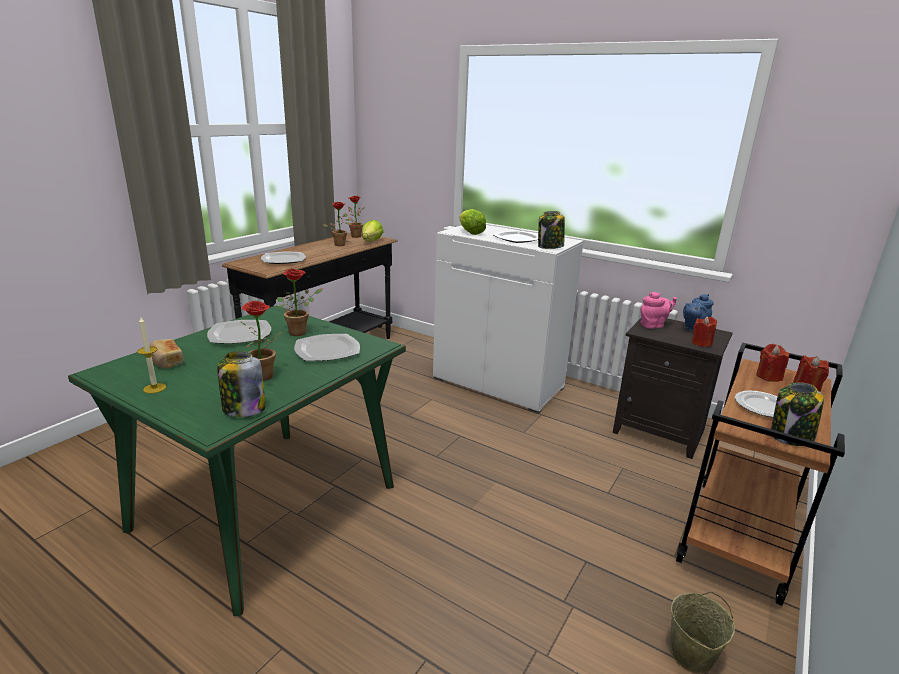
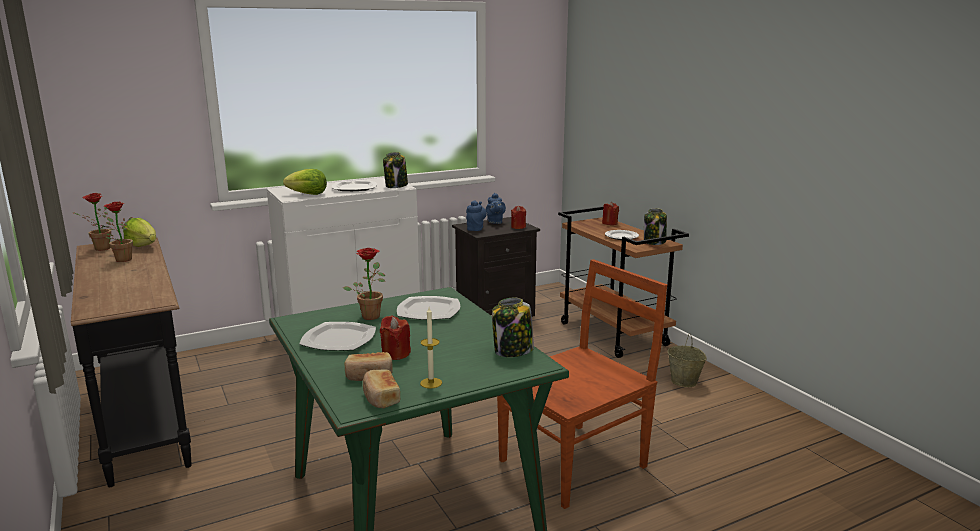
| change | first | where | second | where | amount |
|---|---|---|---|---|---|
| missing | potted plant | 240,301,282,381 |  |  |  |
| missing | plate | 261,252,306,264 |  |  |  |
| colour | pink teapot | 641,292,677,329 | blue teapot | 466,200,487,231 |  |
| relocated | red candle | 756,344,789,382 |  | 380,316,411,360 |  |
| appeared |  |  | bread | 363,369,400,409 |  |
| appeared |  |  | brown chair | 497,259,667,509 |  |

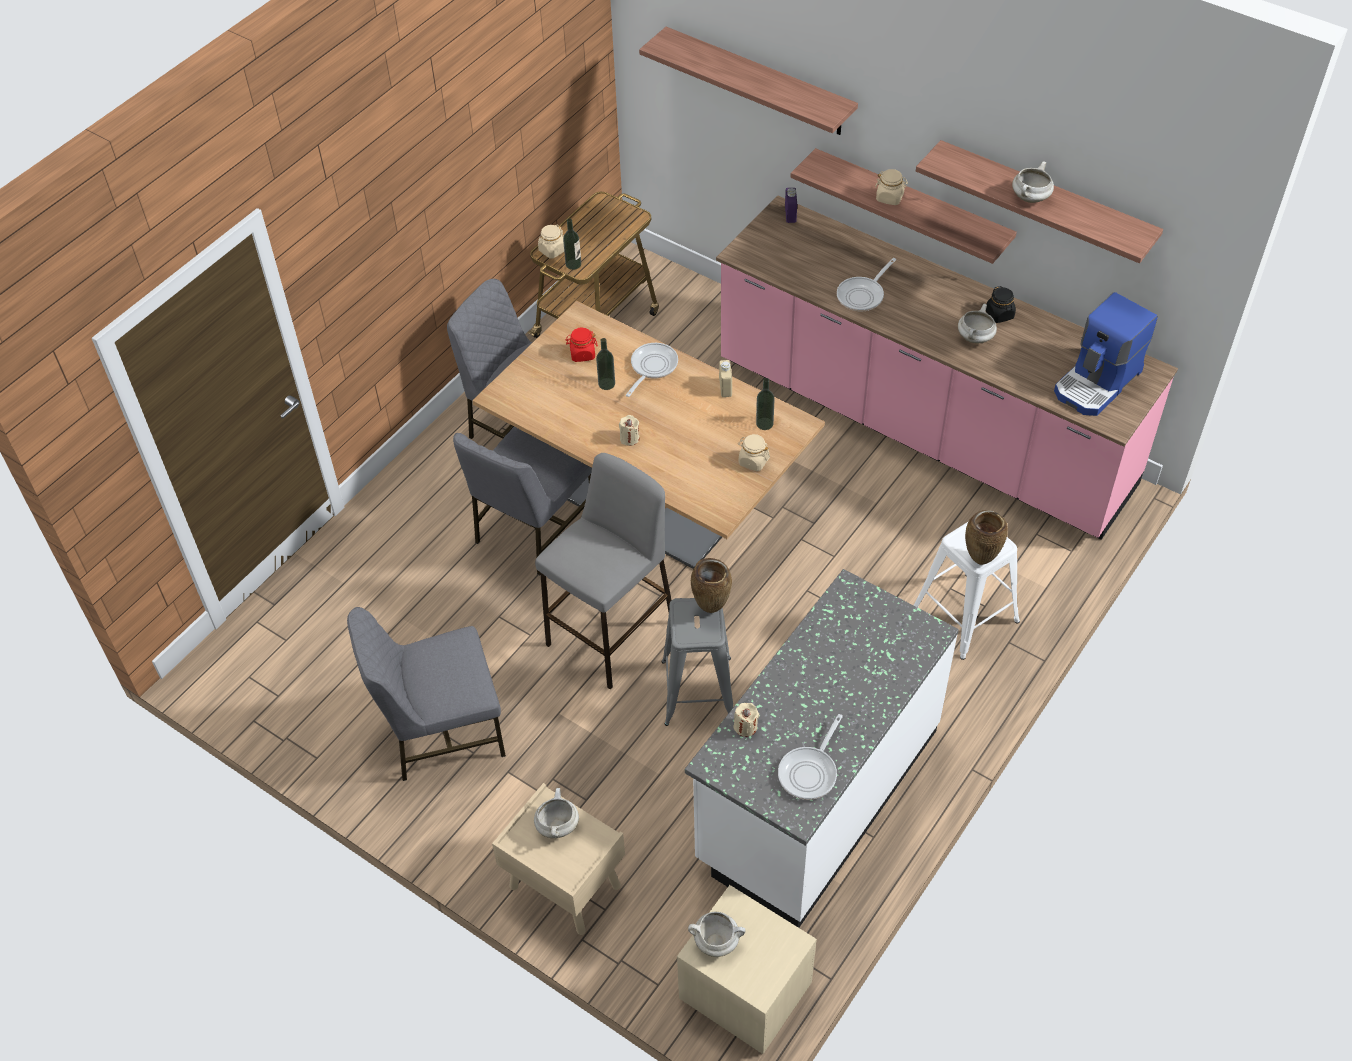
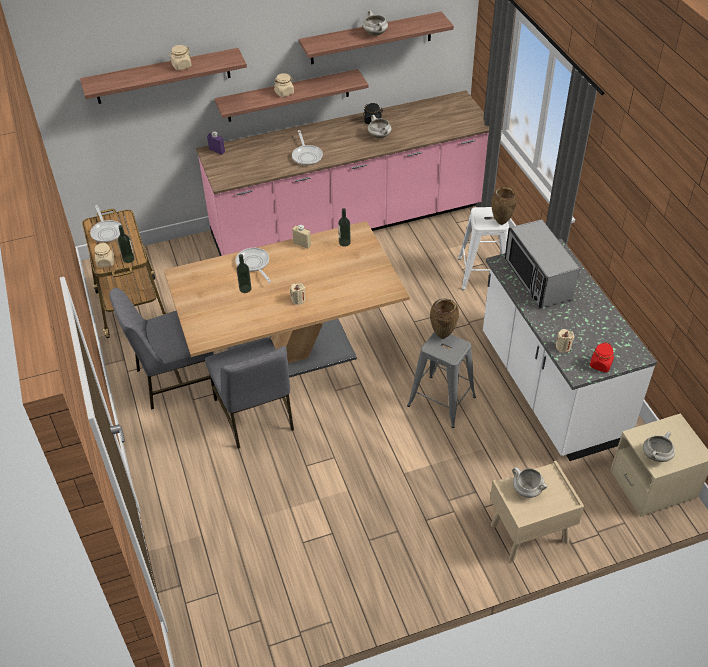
| change | first | where | second | where | amount |
|---|---|---|---|---|---|
| missing | grey chair | 347,607,506,781 |  |  |  |
| missing | grey stool | 535,453,671,689 |  |  |  |
| relocated | red jar | 565,328,598,362 |  | 590,342,614,372 |  |
| relocated | beige jar | 738,434,770,471 |  | 168,45,192,70 |  |
| relocated | frying pan | 778,714,843,800 |  | 90,205,121,243 |  |
| missing | coffee machine | 1054,292,1158,416 |  |  |  |
| appeared |  |  | microwave | 505,219,580,308 |  |

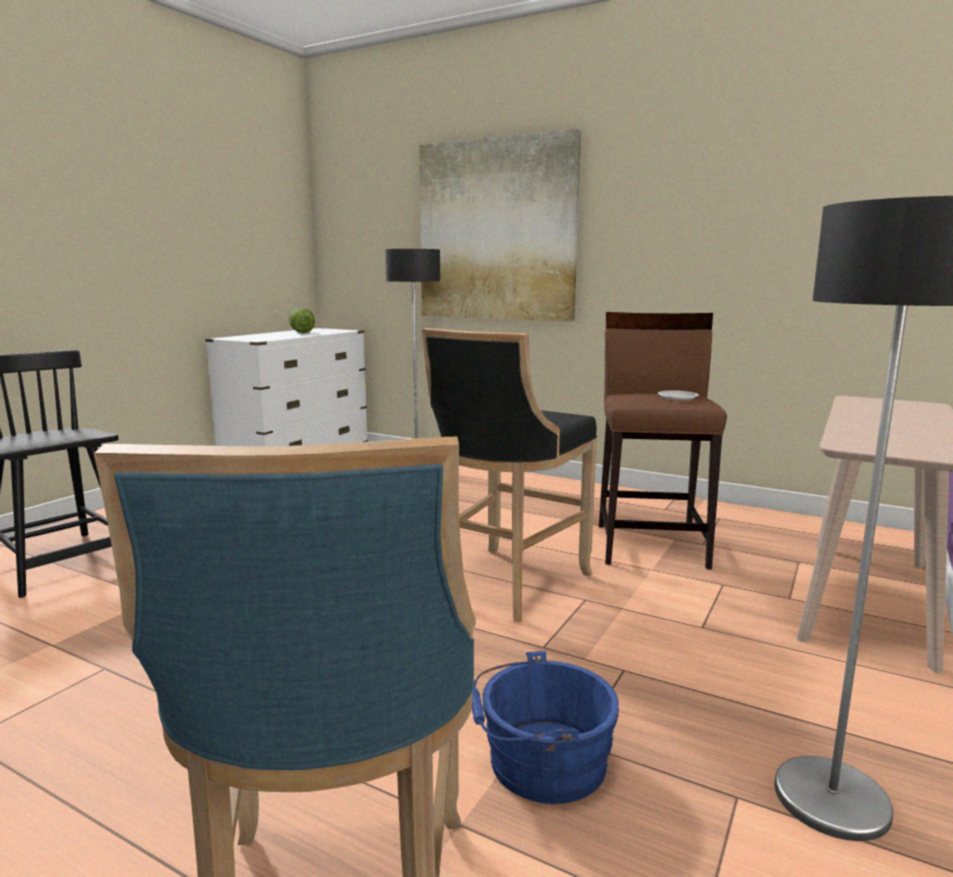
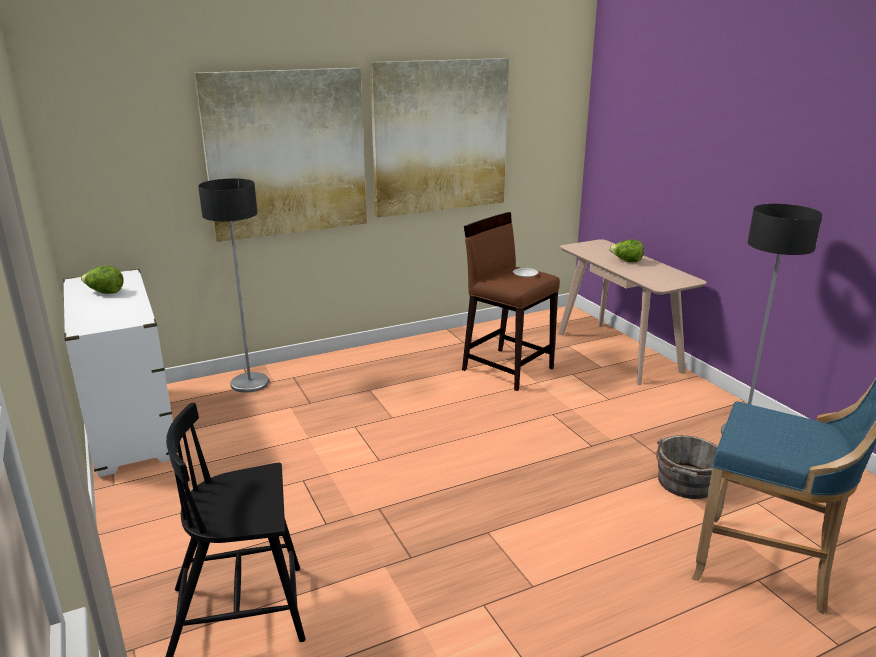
| change | first | where | second | where | amount |
|---|---|---|---|---|---|
| missing | black stool | 422,328,597,622 |  |  |  |
| colour | blue bucket | 472,651,619,804 | grey bucket | 656,435,718,499 |  |
| appeared |  |  | picture | 370,58,509,218 |  |
| appeared |  |  | lettuce | 609,240,644,262 |  |

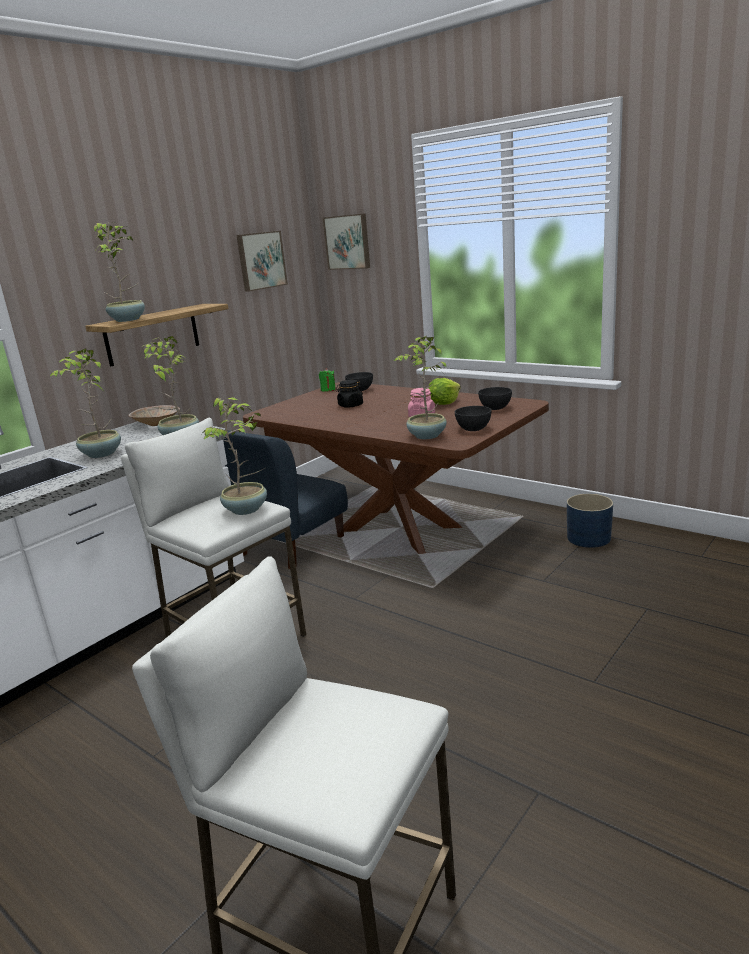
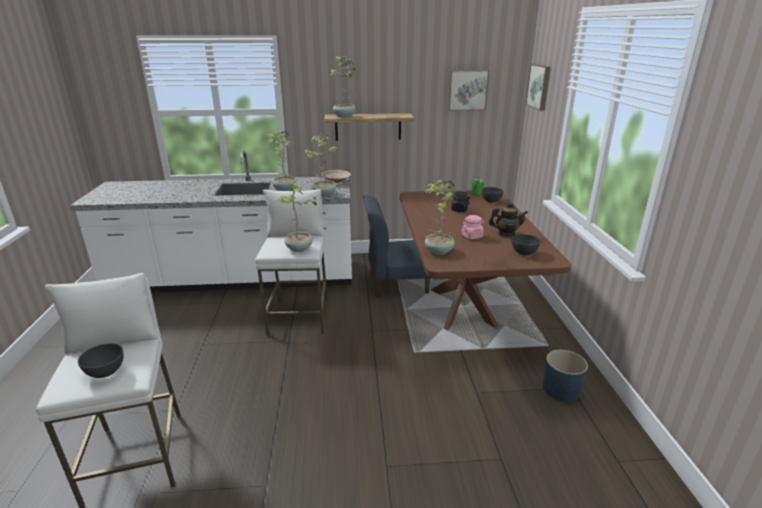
| change | first | where | second | where | amount |
|---|---|---|---|---|---|
| exchanged | lettuce | 428,378,461,405 | teapot | 489,202,528,236 |  |
| relocated | grey bowl | 455,406,491,431 |  | 78,343,124,378 |  |

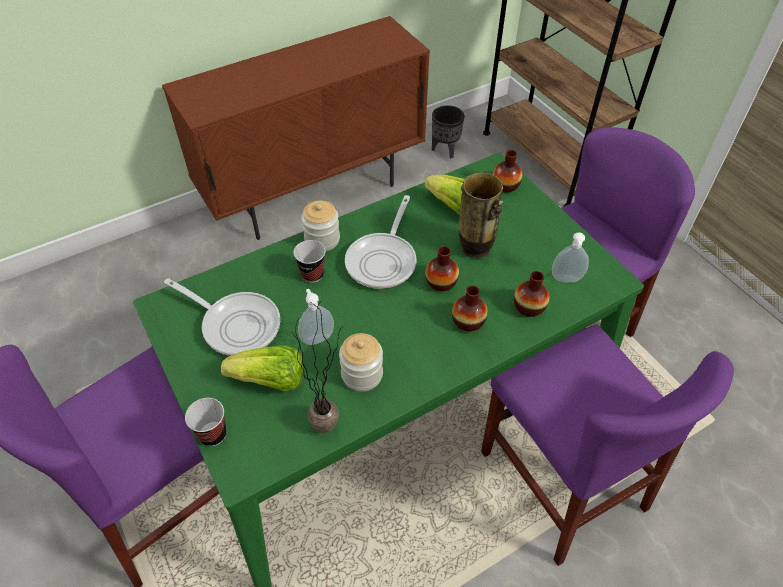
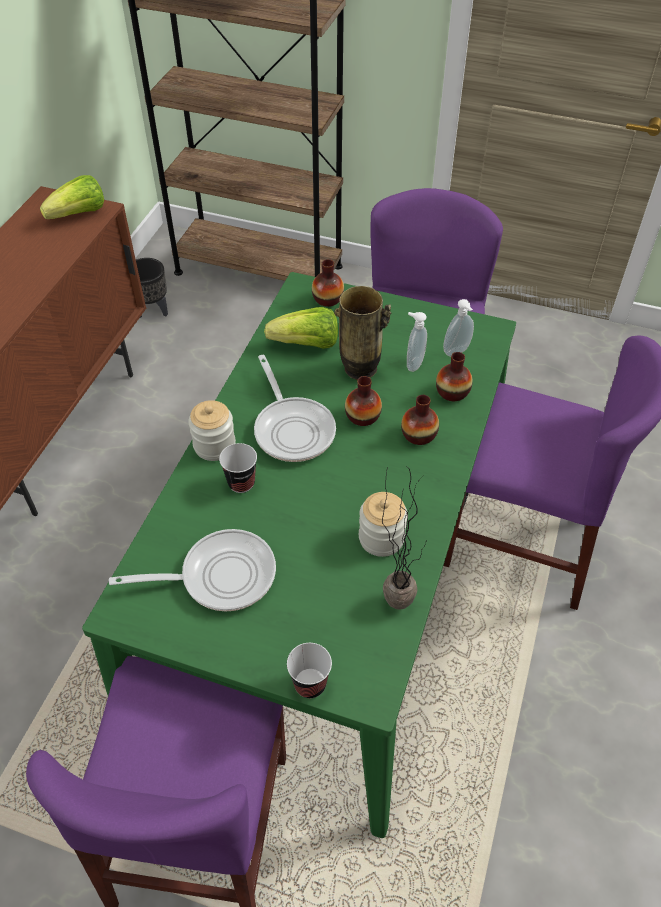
| change | first | where | second | where | amount |
|---|---|---|---|---|---|
| relocated | lettuce | 221,345,303,391 |  | 40,175,104,219 |  |
| relocated | soap dispenser | 298,289,334,345 |  | 407,312,427,372 |  |

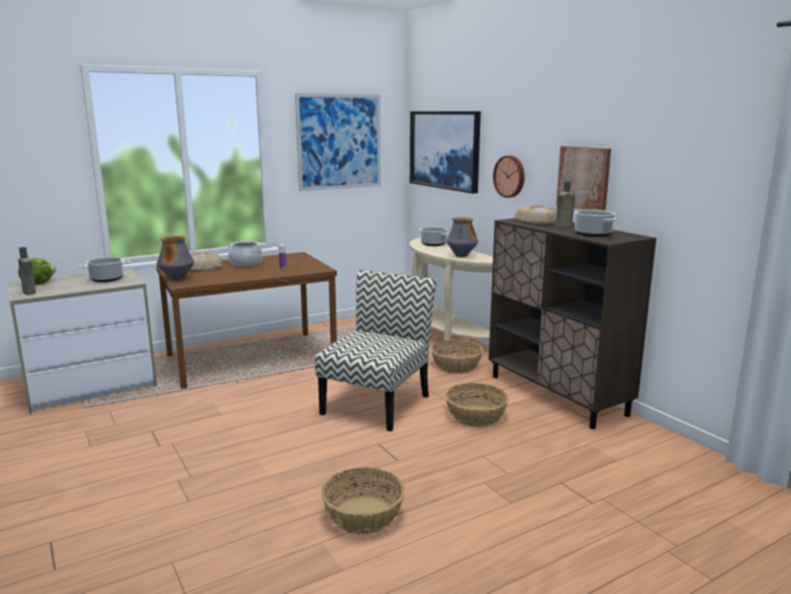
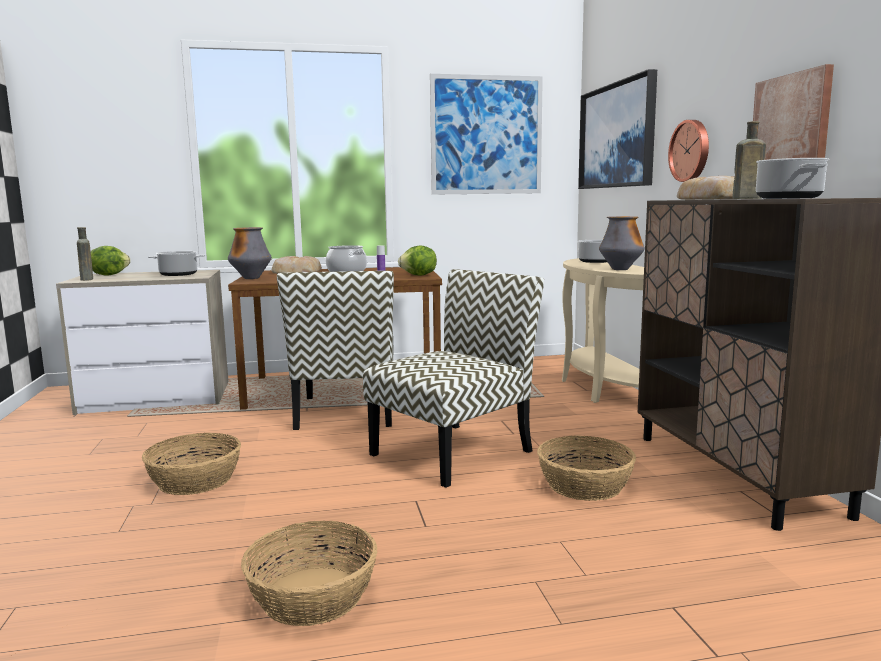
| change | first | where | second | where | amount |
|---|---|---|---|---|---|
| relocated | basket | 431,340,483,373 |  | 142,433,241,495 |  |
| appeared |  |  | chair | 277,271,394,430 |  |
| appeared |  |  | lettuce | 398,246,437,276 |  |

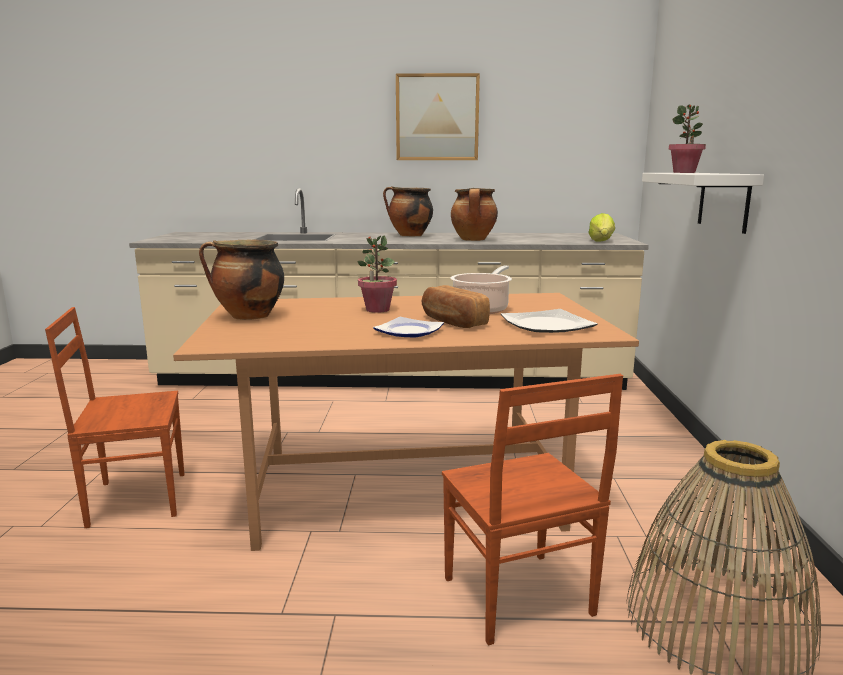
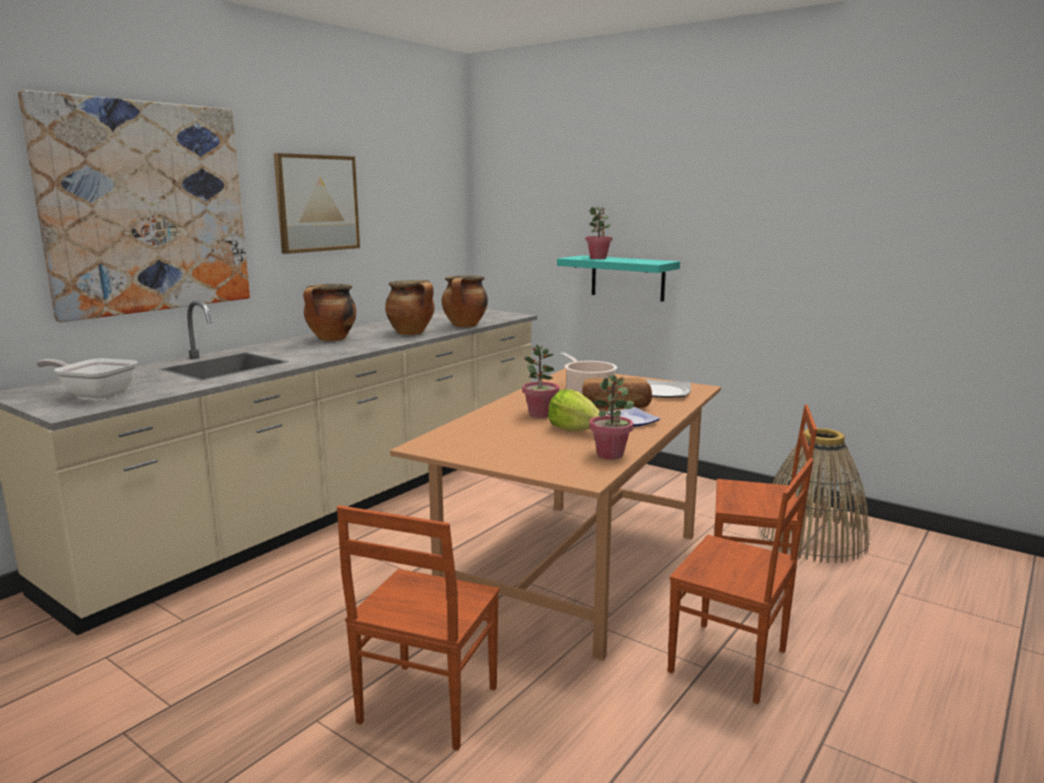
| change | first | where | second | where | amount |
|---|---|---|---|---|---|
| relocated | cooking pot | 199,239,284,320 |  | 442,275,488,327 |  |
| relocated | lettuce | 588,213,615,241 |  | 548,389,600,431 |  |
| colour | white shelf | 642,173,764,234 | turquoise shelf | 557,255,680,302 |  |
| appeared |  |  | picture | 18,90,250,322 |  |
| appeared |  |  | frying pan | 36,358,137,399 |  |
| appeared |  |  | potted plant | 589,375,634,459 |  |
| appeared |  |  | brown chair | 668,458,814,704 |  |

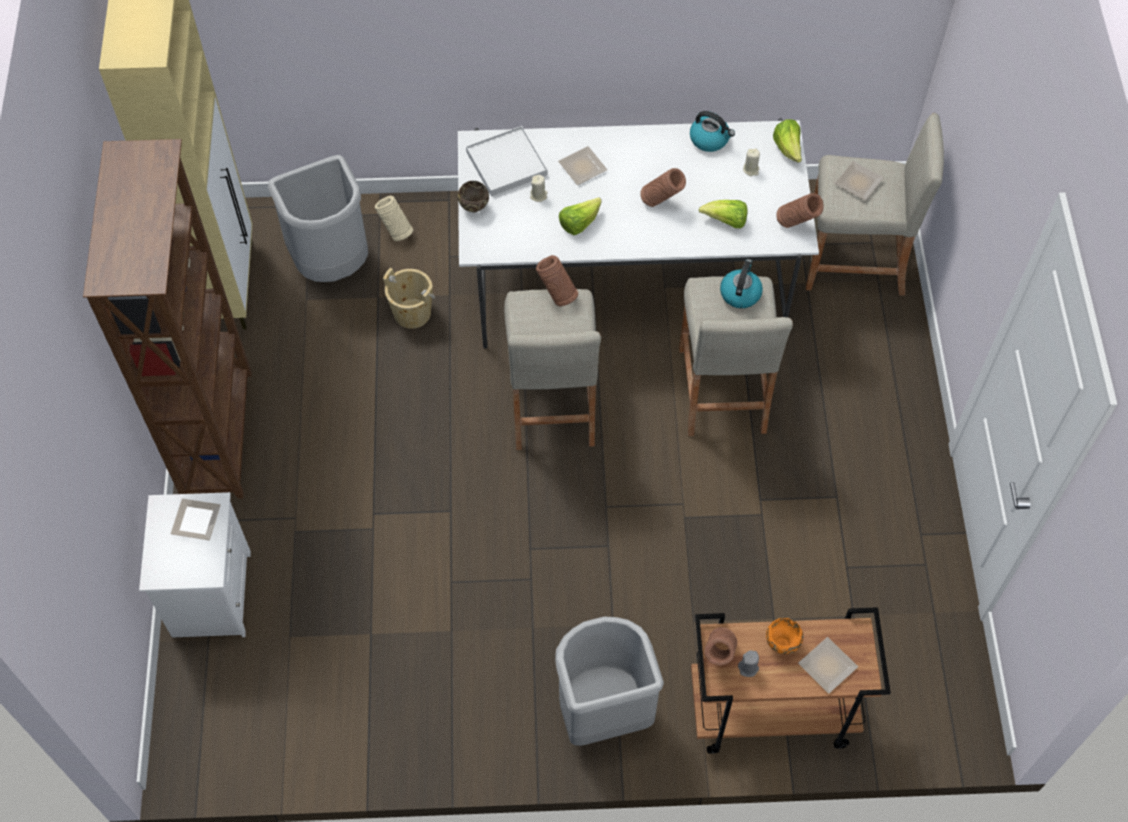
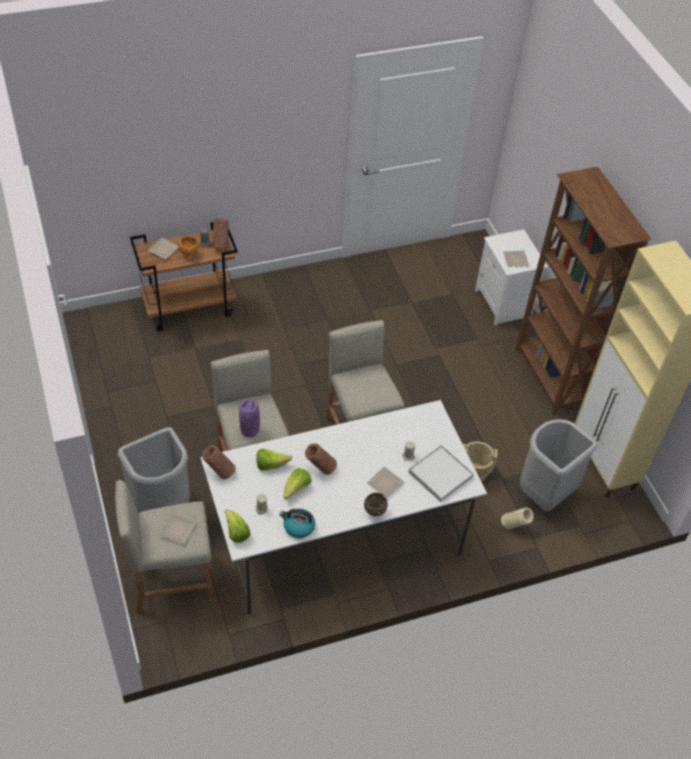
| change | first | where | second | where | amount |
|---|---|---|---|---|---|
| relocated | brown bowl | 458,181,489,212 |  | 364,493,388,516 |  |
| missing | brown vase | 536,255,578,306 |  |  |  |
| relocated | grey trash can | 555,617,664,746 |  | 118,427,190,513 |  |
| relocated | lettuce | 559,197,602,235 |  | 284,468,312,499 |  |
| exchanged | kettle | 720,259,763,308 | purple vase | 239,399,260,437 |  |

